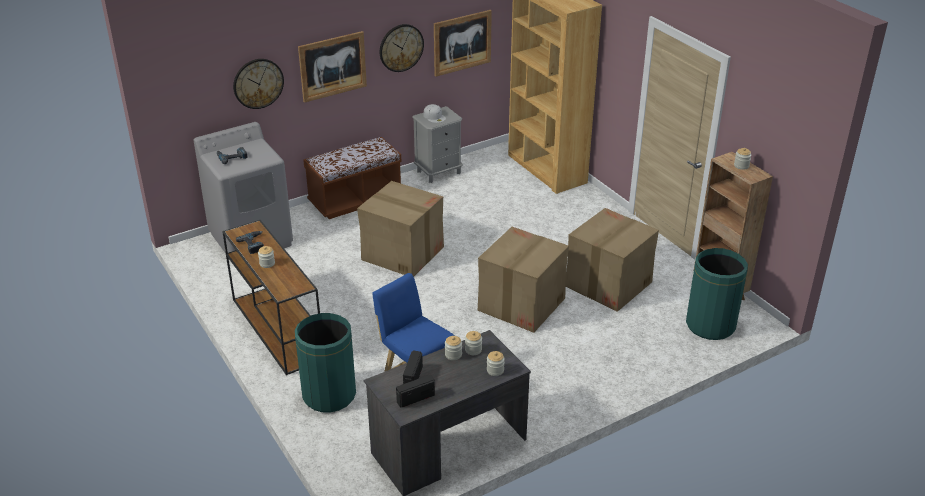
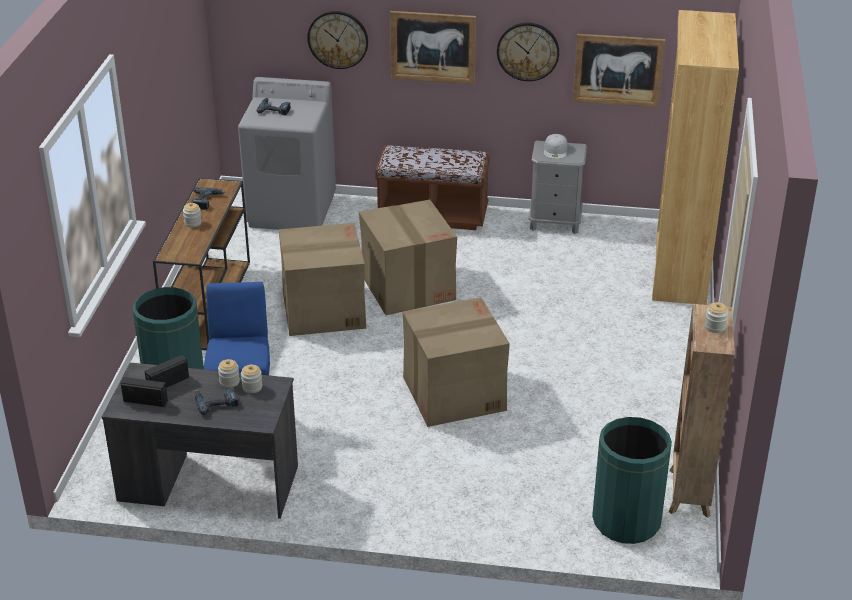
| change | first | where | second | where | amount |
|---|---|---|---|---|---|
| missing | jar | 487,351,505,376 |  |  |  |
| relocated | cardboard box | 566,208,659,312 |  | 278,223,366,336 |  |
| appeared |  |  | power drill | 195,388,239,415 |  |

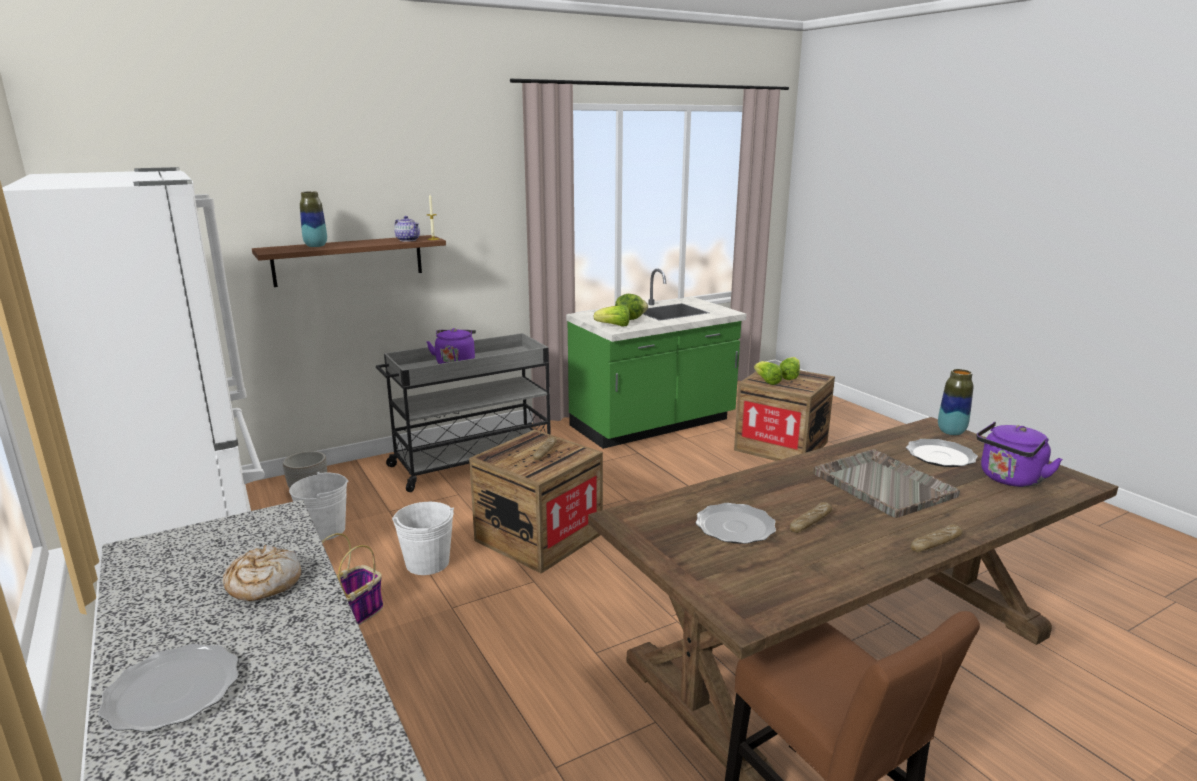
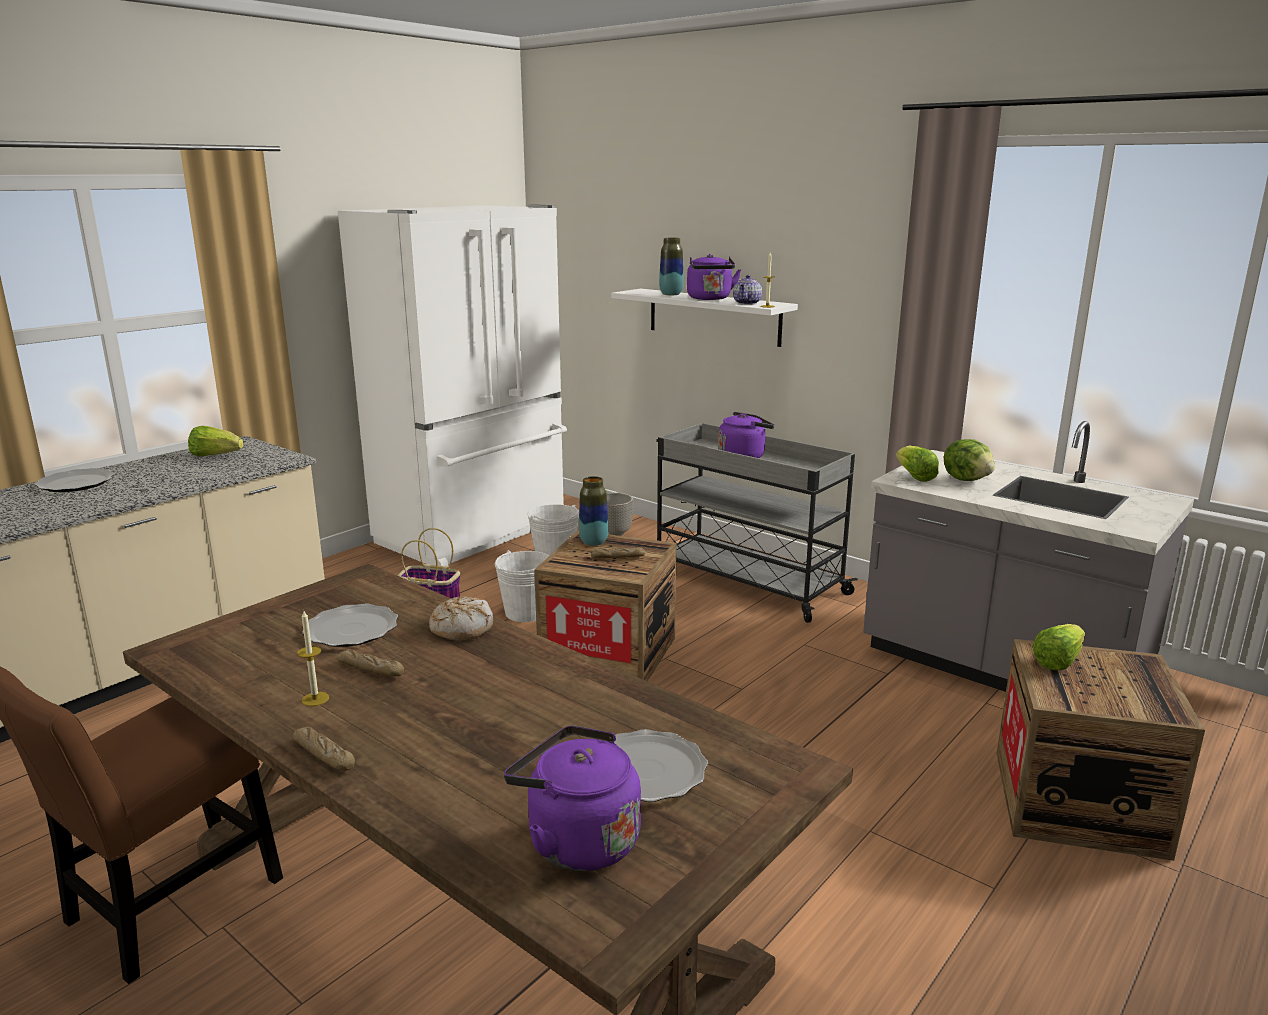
| change | first | where | second | where | amount |
|---|---|---|---|---|---|
| relocated | bread | 223,545,301,601 |  | 429,597,493,641 |  |
| colour | brown shelf | 252,235,446,287 | white shelf | 611,289,798,347 |  |
| colour | green counter | 566,269,746,449 | grey counter | 863,421,1194,692 |  |
| relocated | lettuce | 779,357,800,380 |  | 188,426,243,456 |  |
| missing | grey tray | 813,449,960,518 |  |  |  |
| relocated | vase | 938,369,974,435 |  | 579,476,609,546 |  |
| appeared |  |  | candle | 297,611,329,706 |  |
| appeared |  |  | purple kettle | 687,254,741,300 |  |

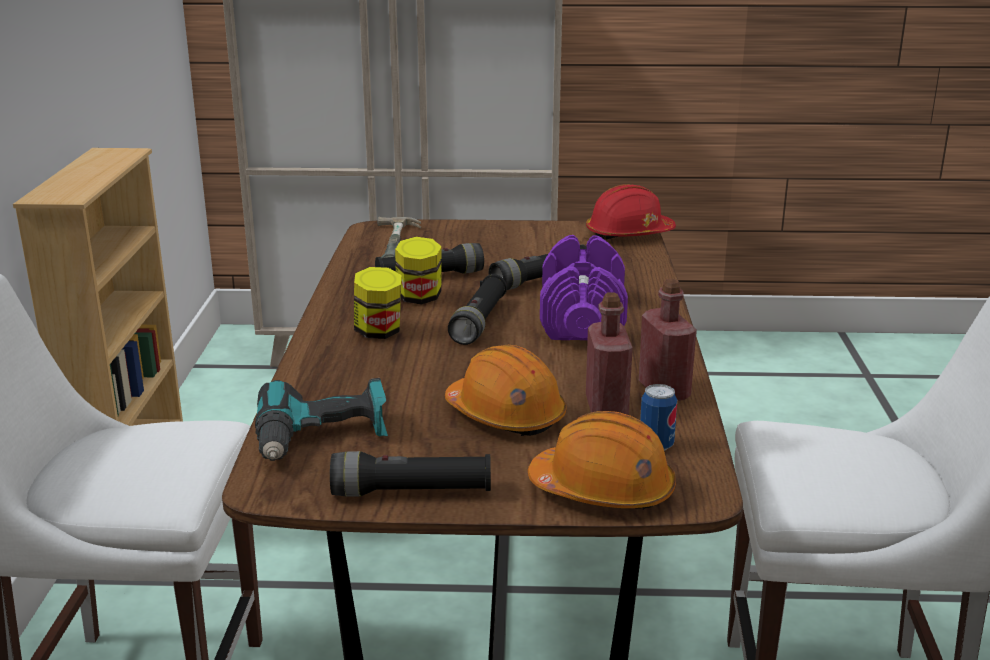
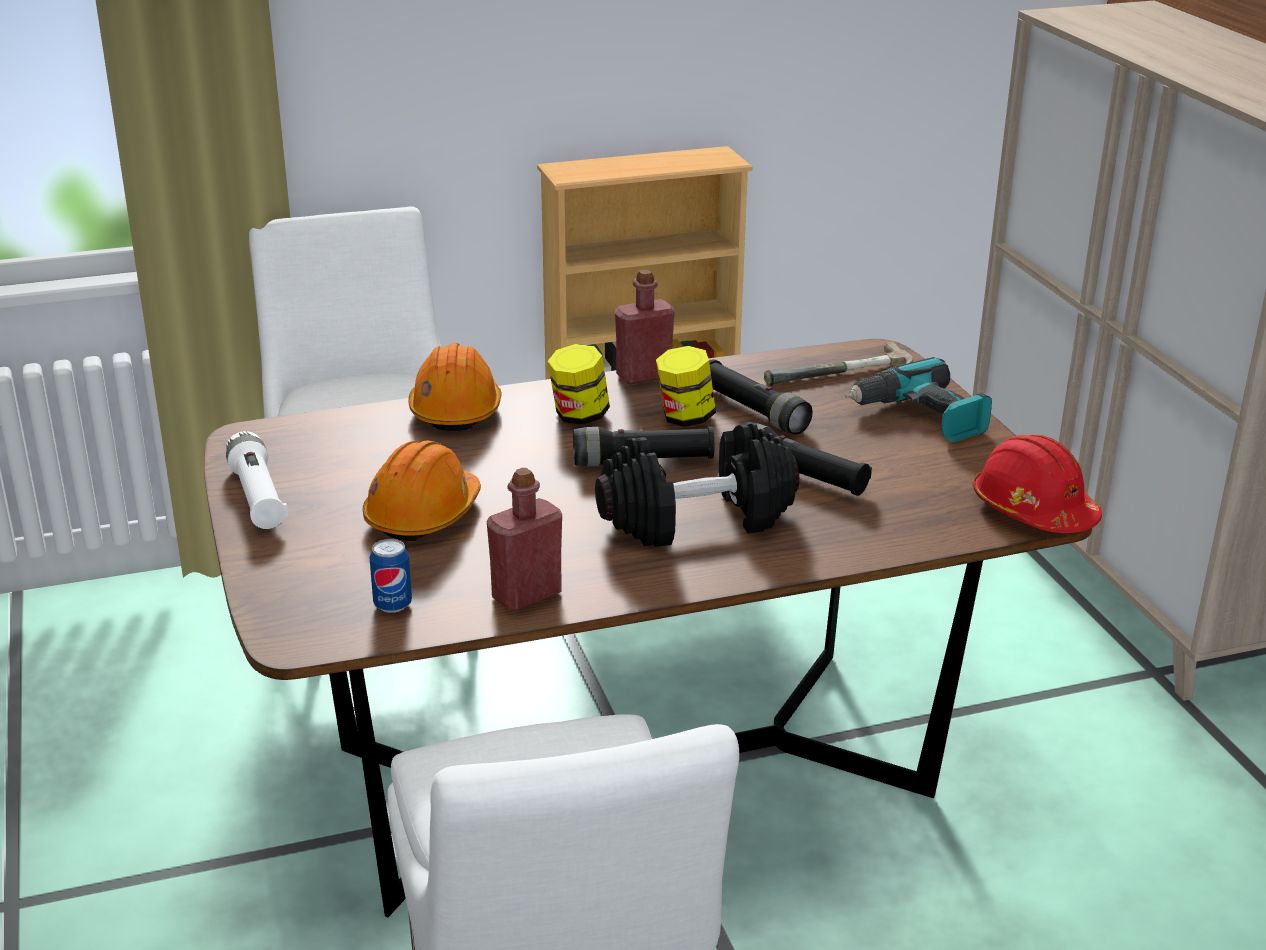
| change | first | where | second | where | amount |
|---|---|---|---|---|---|
| relocated | power drill | 255,378,388,461 |  | 845,357,992,442 |  |
| colour | black flashlight | 330,451,491,497 | white flashlight | 226,431,288,529 |  |
| relocated | orange hard hat | 528,411,676,510 |  | 408,343,501,431 |  |
| colour | purple dumbbell | 540,235,628,340 | black dumbbell | 595,423,799,547 |  |
| relocated | red bottle | 586,292,633,415 |  | 615,270,675,384 |  |

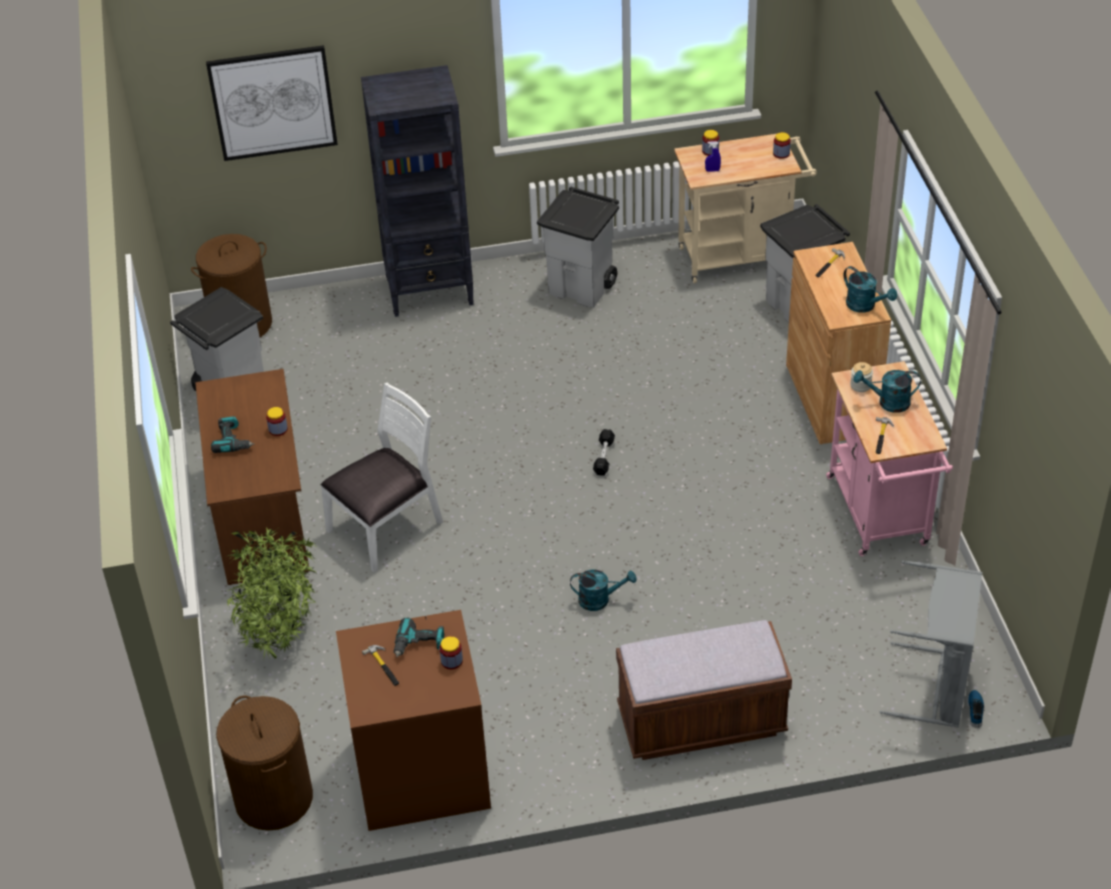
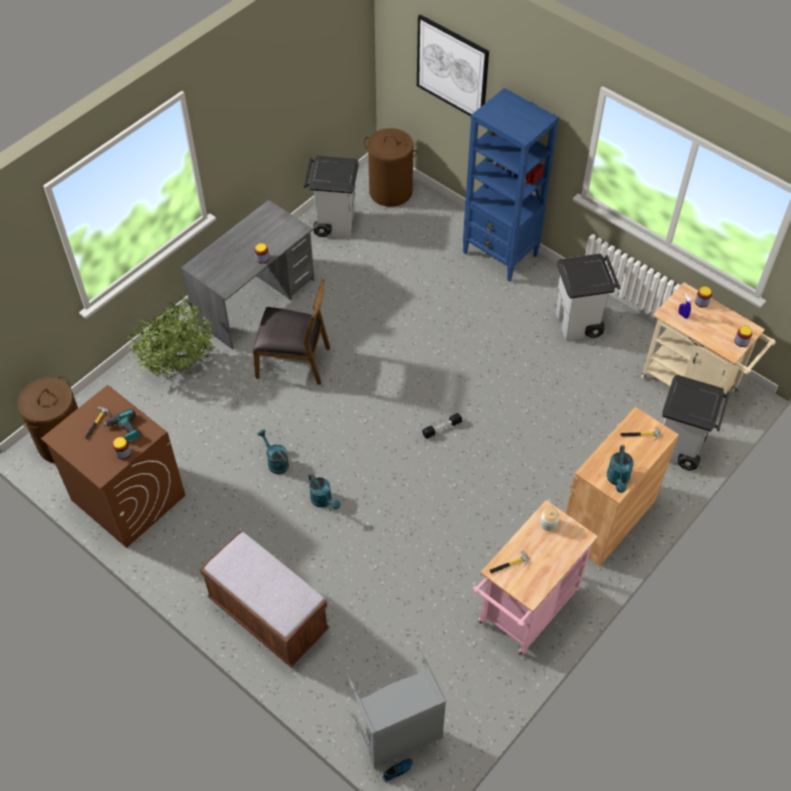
| change | first | where | second | where | amount |
|---|---|---|---|---|---|
| colour | brown desk | 195,369,310,585 | grey desk | 181,200,314,349 |  |
| missing | power drill | 211,416,254,453 |  |  |  |
| colour | white chair | 321,383,443,572 | brown chair | 253,279,330,385 |  |
| colour | black bookcase | 361,65,474,317 | blue bookcase | 463,88,559,282 |  |
| relocated | turquoise watering can | 854,370,921,413 |  | 257,429,289,474 |  |

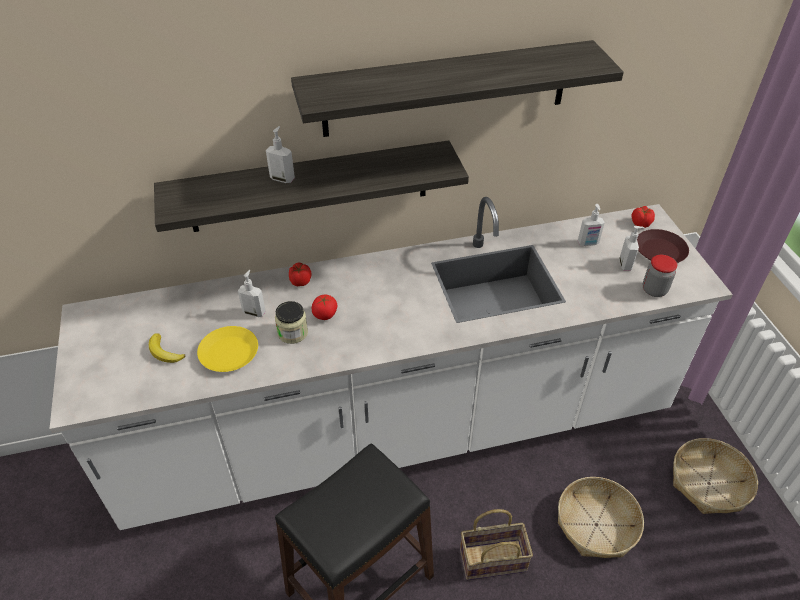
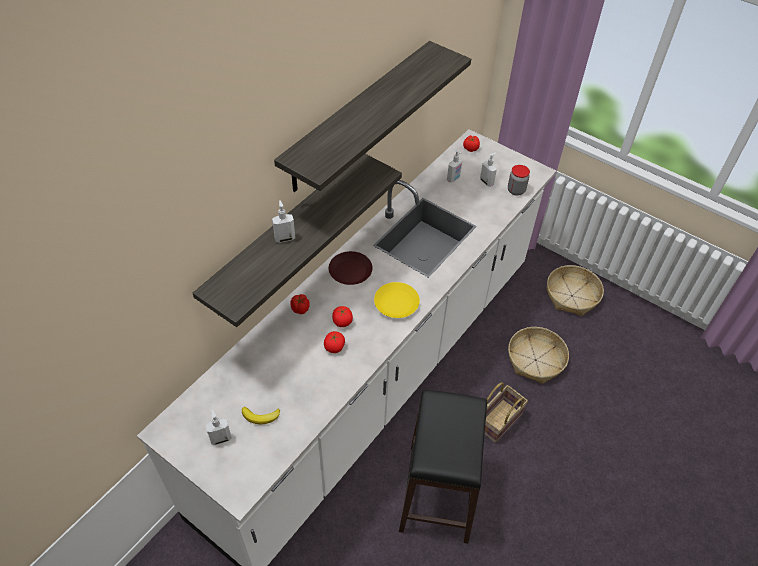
| change | first | where | second | where | amount |
|---|---|---|---|---|---|
| relocated | yellow plate | 197,326,258,372 |  | 374,282,420,318 |  |
| relocated | soap dispenser | 238,270,266,317 |  | 206,409,232,445 |  |
| exchanged | jar | 275,301,308,344 | tomato | 324,331,345,353 |  |
| relocated | brown plate | 637,229,689,263 |  | 329,251,373,285 |  |

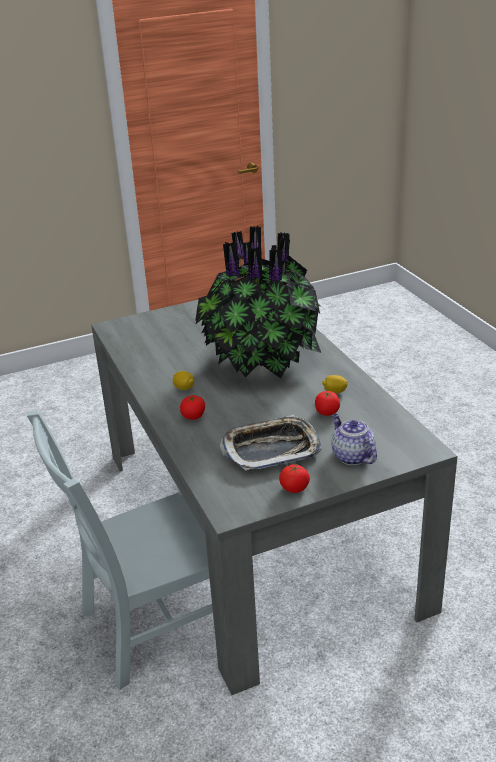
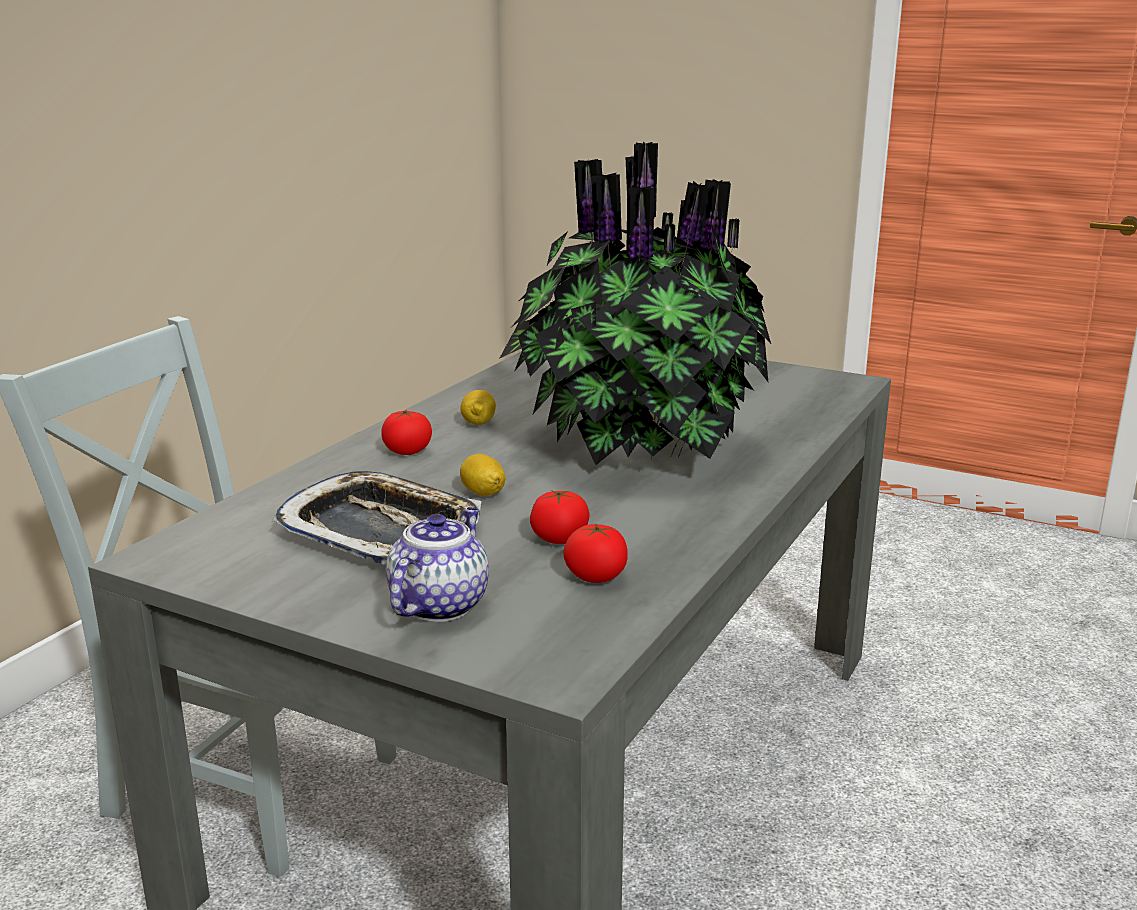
| change | first | where | second | where | amount |
|---|---|---|---|---|---|
| relocated | tomato | 279,464,310,493 |  | 563,524,628,583 |  |
| relocated | lemon | 322,375,348,393 |  | 460,454,506,496 |  |

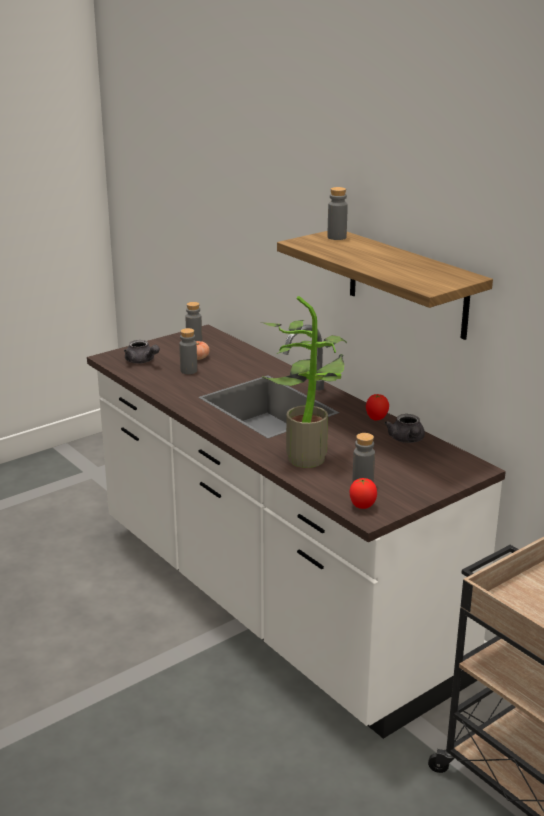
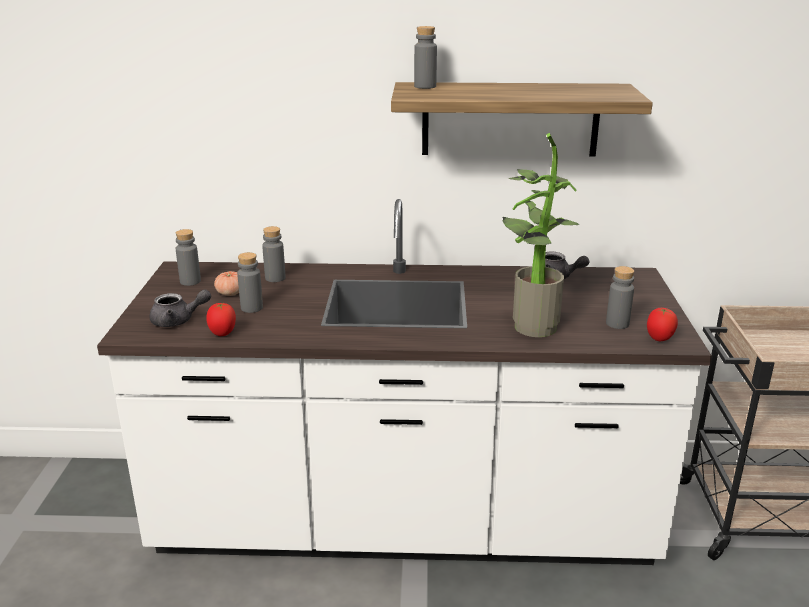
| change | first | where | second | where | amount |
|---|---|---|---|---|---|
| relocated | tomato | 366,394,389,421 |  | 206,303,236,336 |  |
| appeared |  |  | grey bottle | 262,226,286,282 |  |

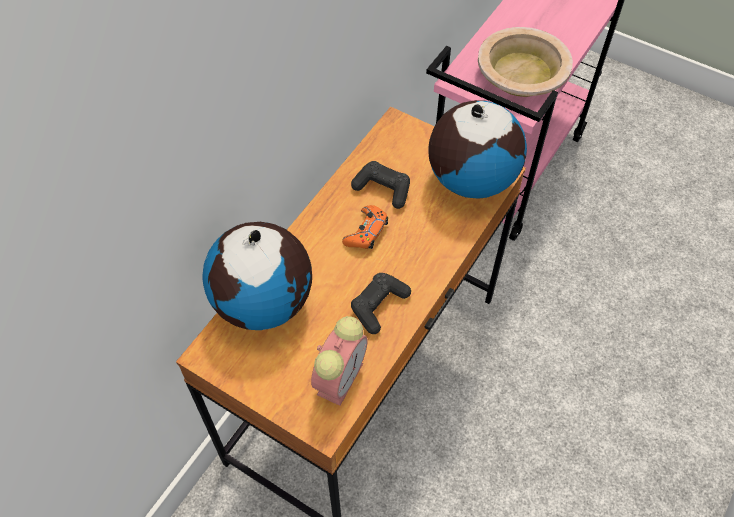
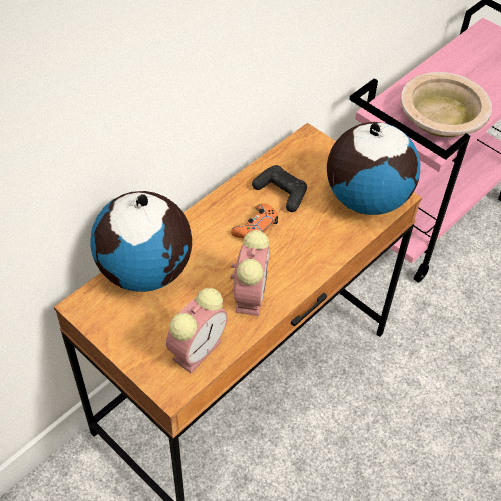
| change | first | where | second | where | amount |
|---|---|---|---|---|---|
| exchanged | black game controller | 351,273,411,334 | alarm clock | 231,230,270,316 |  |

